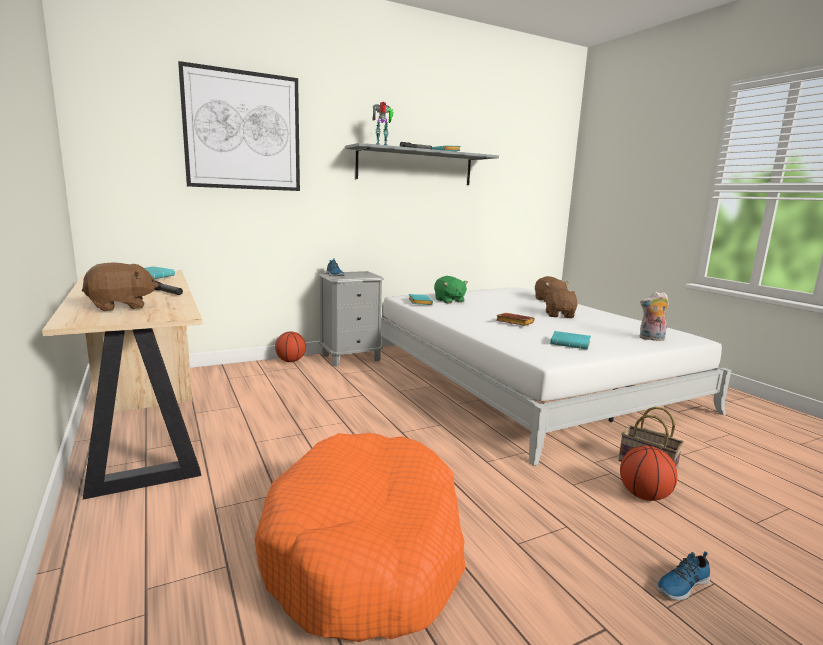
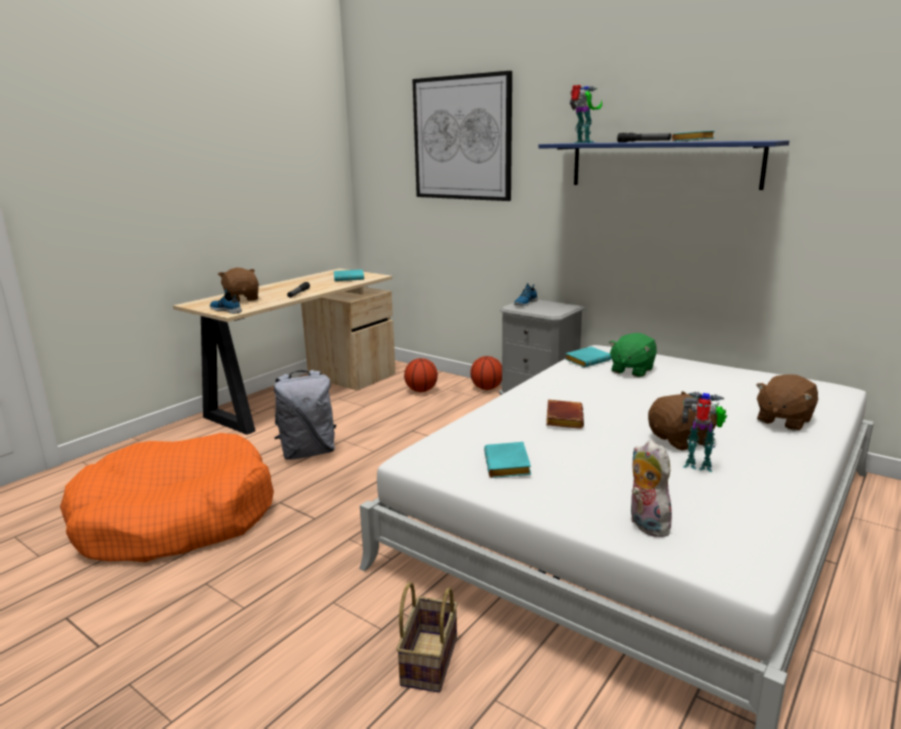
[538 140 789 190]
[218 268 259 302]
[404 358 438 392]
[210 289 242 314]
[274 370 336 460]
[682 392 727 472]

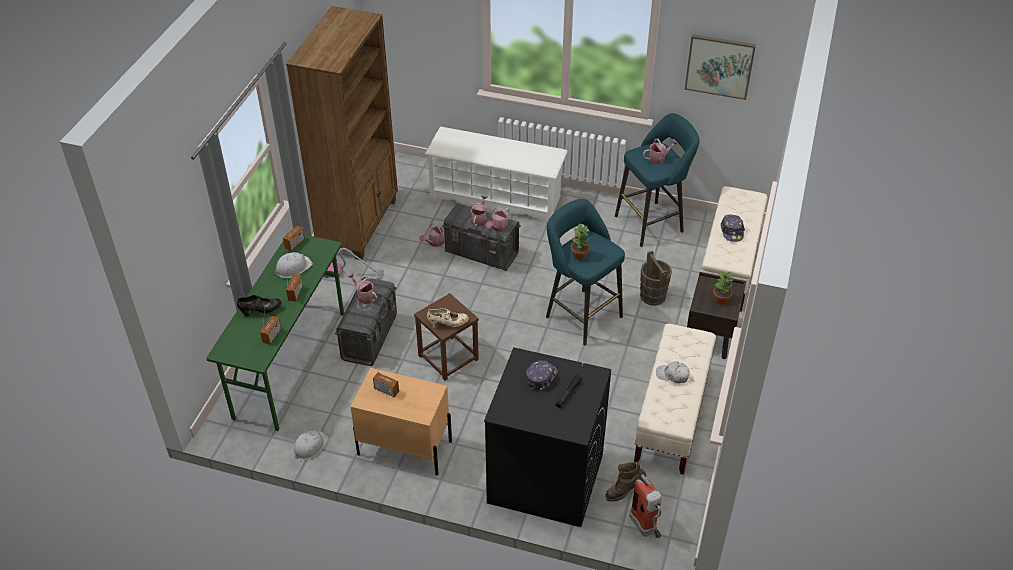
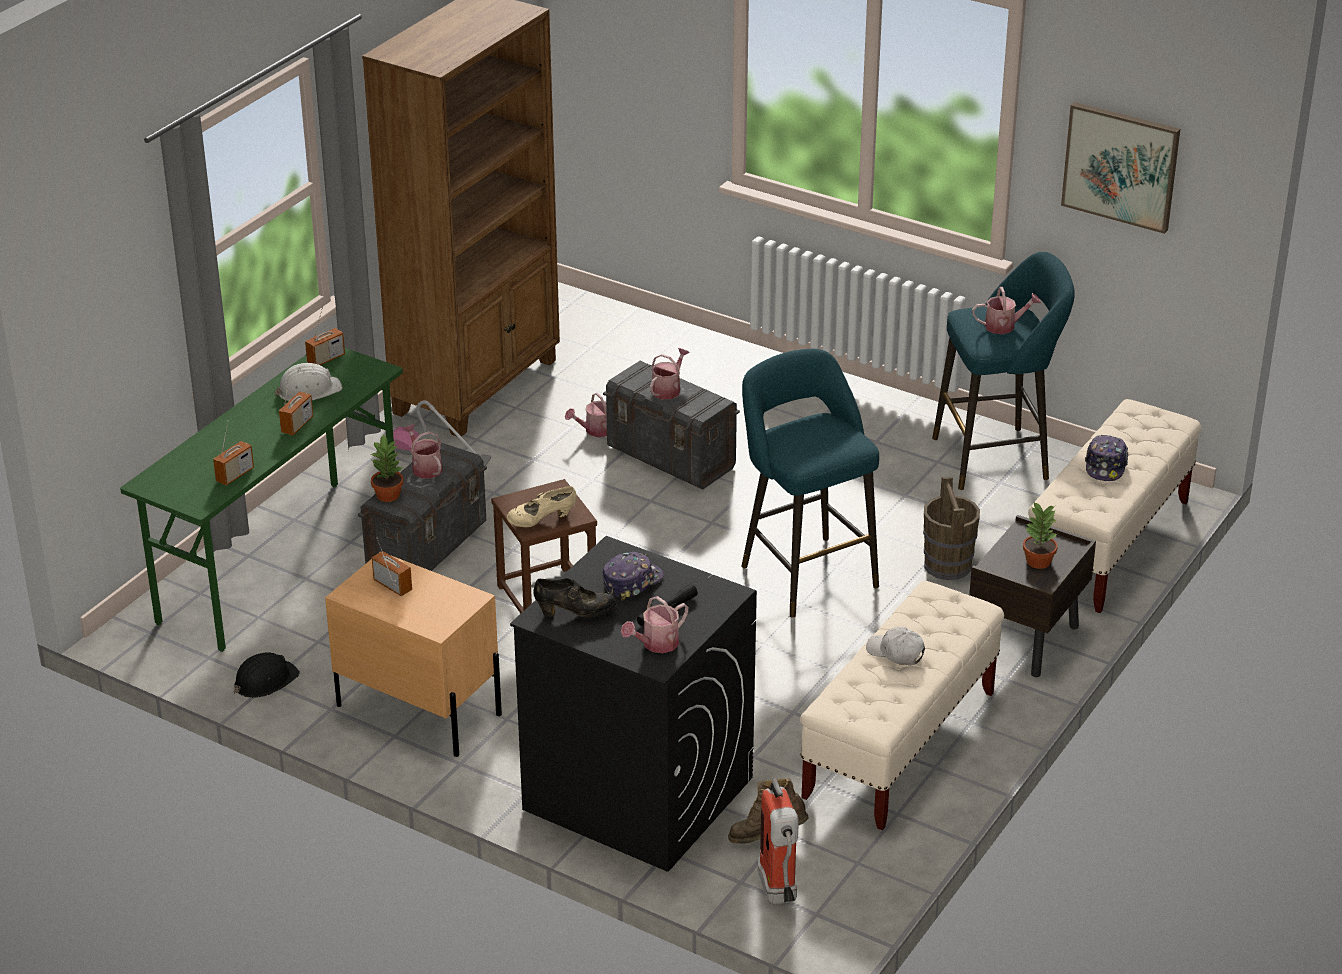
[425 127 568 223] (first image)
[621 596 689 653]
[370 434 404 502]
[533 578 617 617]
[507 486 577 527]
[234 652 300 698]

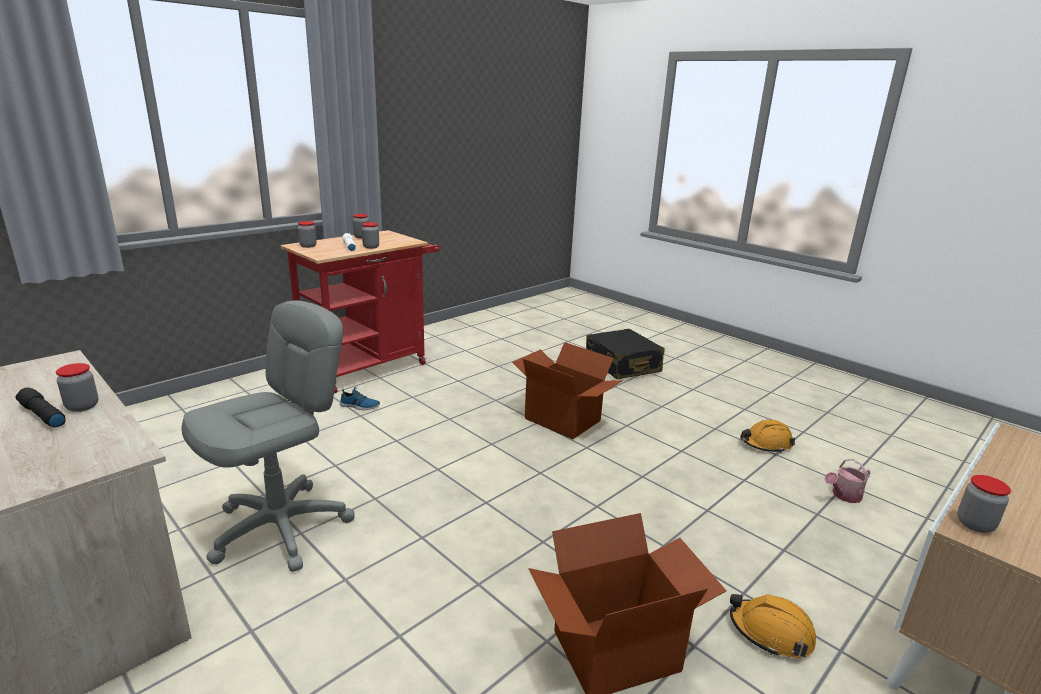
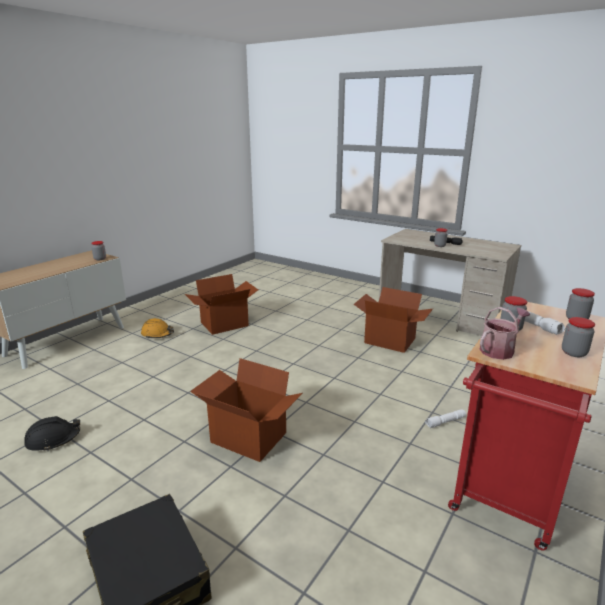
[354 287 433 353]
[425 409 466 428]
[24 416 80 451]
[480 307 530 360]

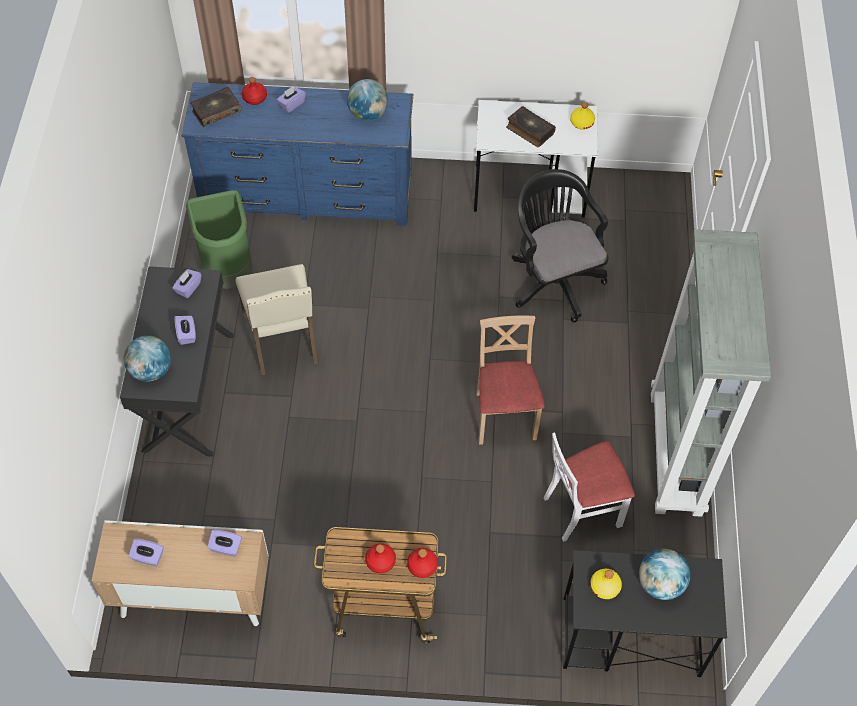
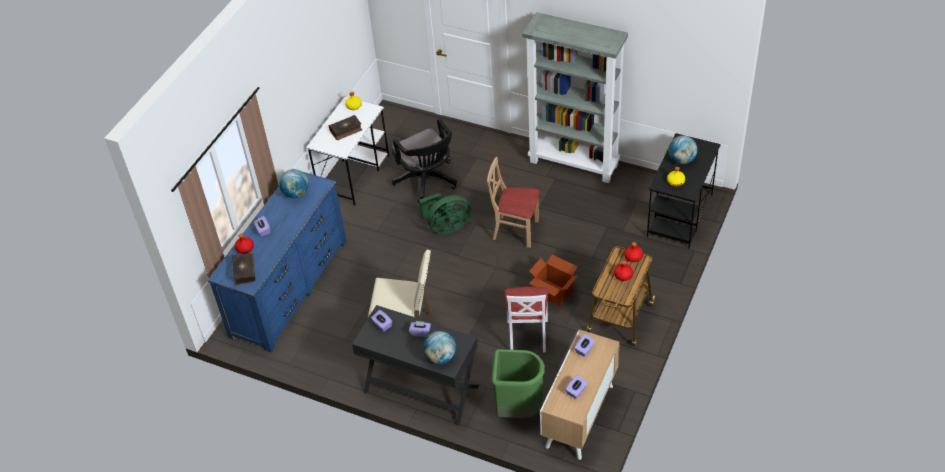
[392 119 457 203]
[491 349 545 418]
[504 287 548 353]
[419 193 471 234]
[529 255 578 307]

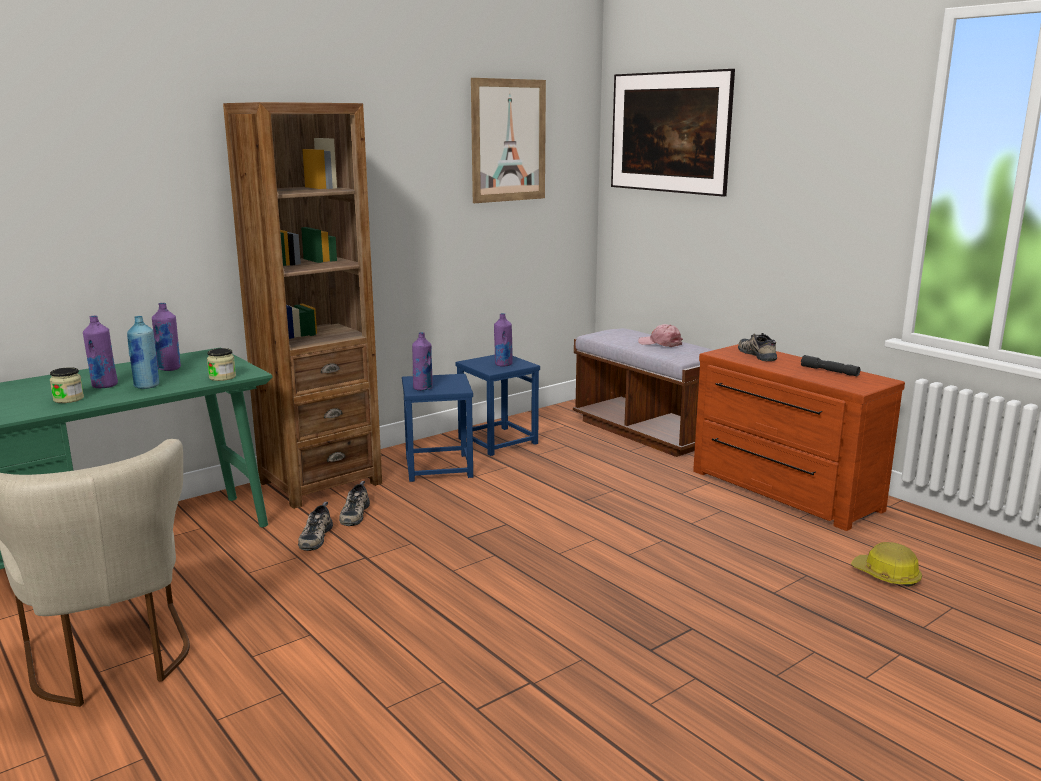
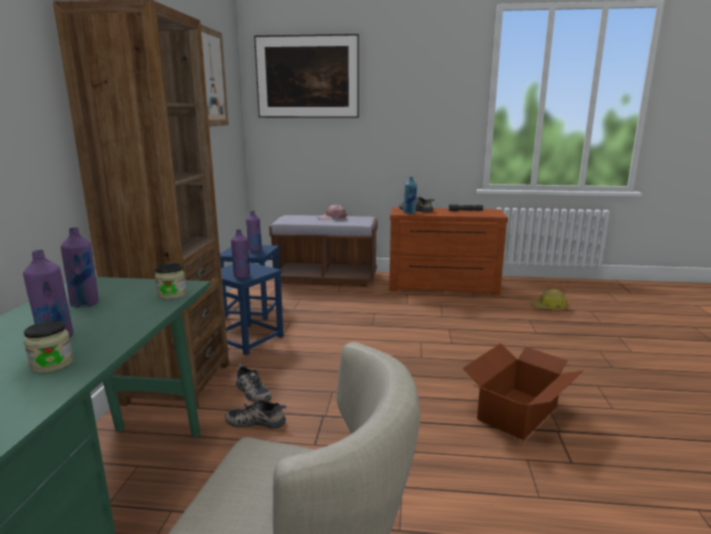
[404 177 417 214]
[225 400 287 429]
[462 343 584 440]

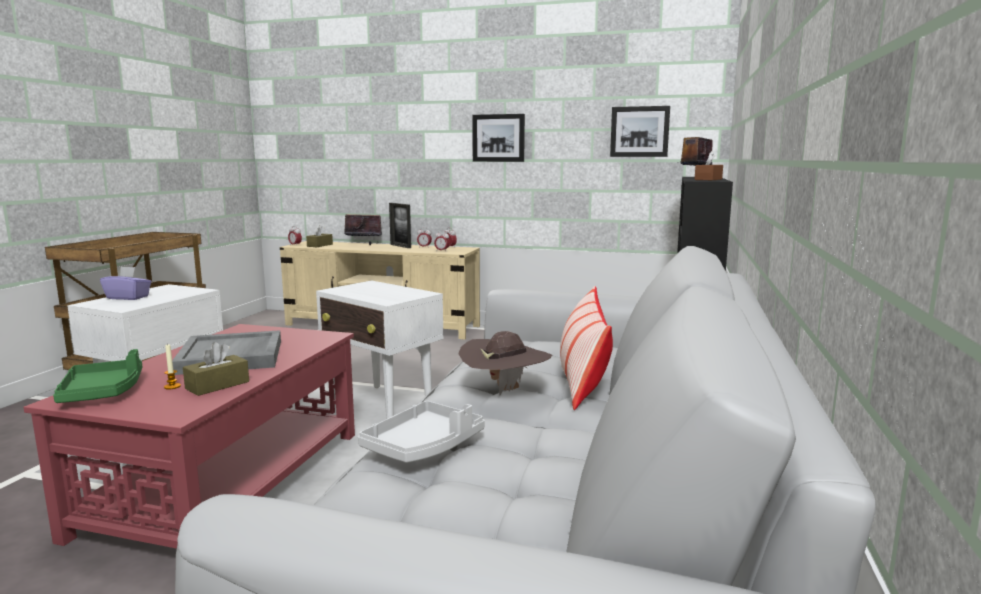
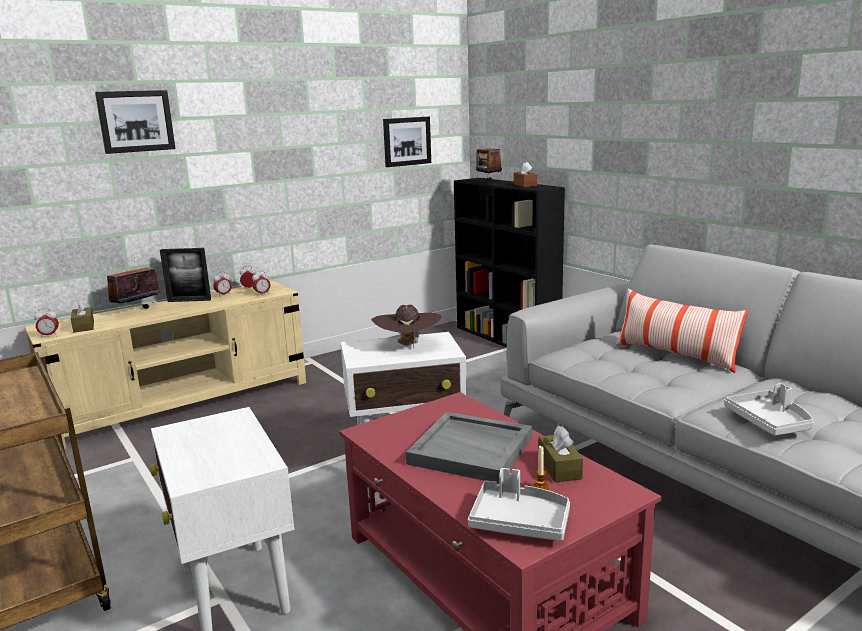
[95 90 175 154]
[100 267 152 300] (first image)
[371 304 442 349]
[468 468 570 541]

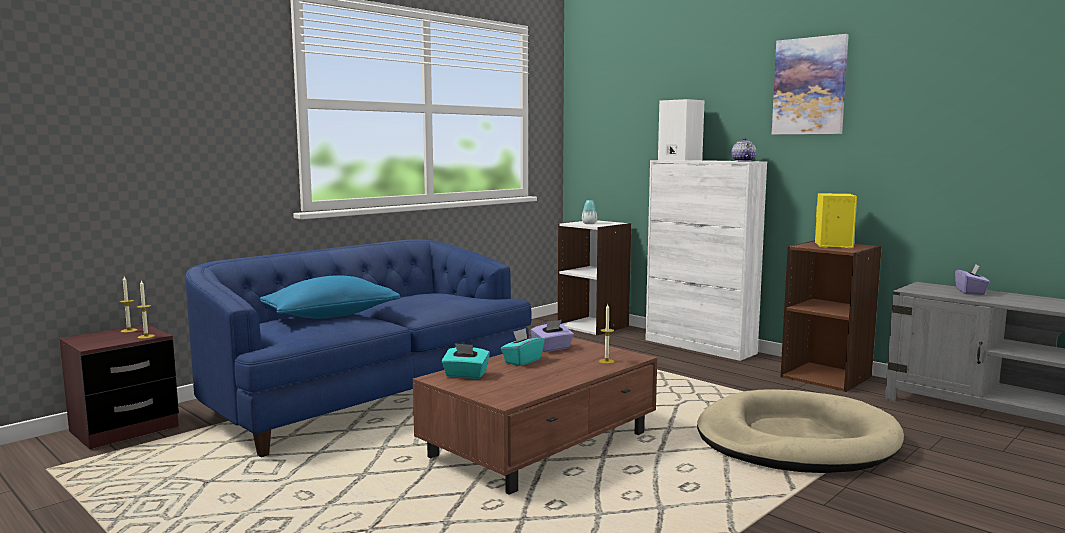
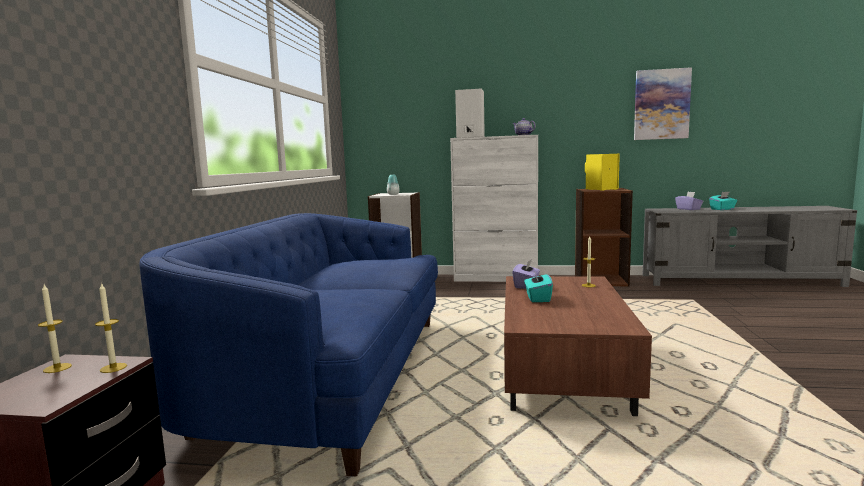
[634 67 692 140]
[260 275 400 319] (first image)
[709 191 737 210]
[697 389 904 473] (first image)

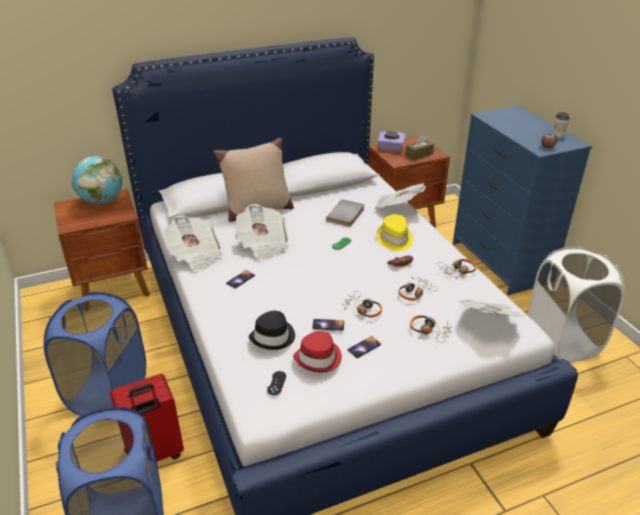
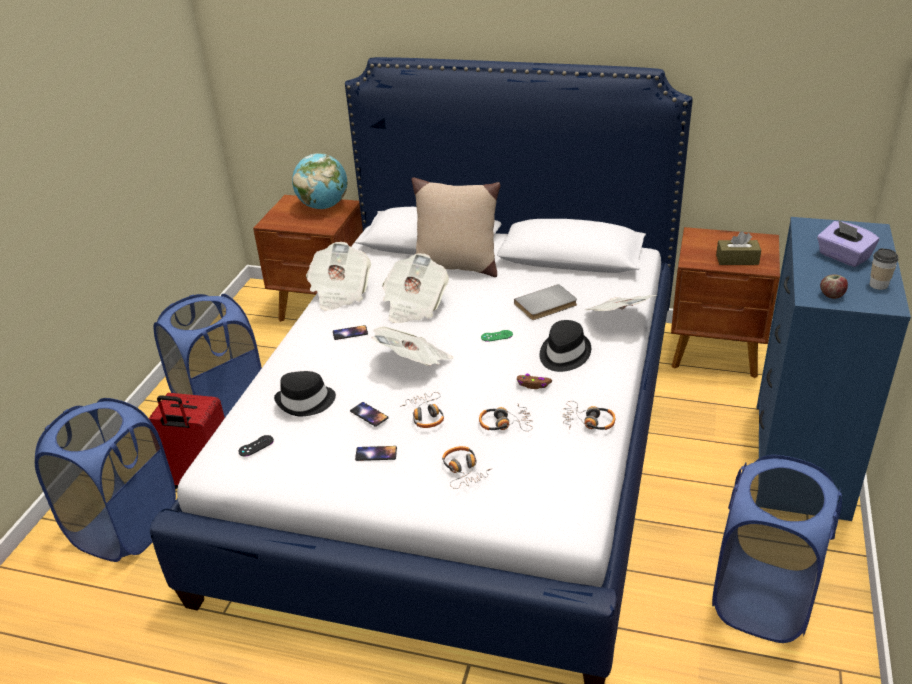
[817 221 879 267]
[540 320 591 372]
[712 455 842 643]
[372 327 453 366]
[293 331 342 373] (first image)

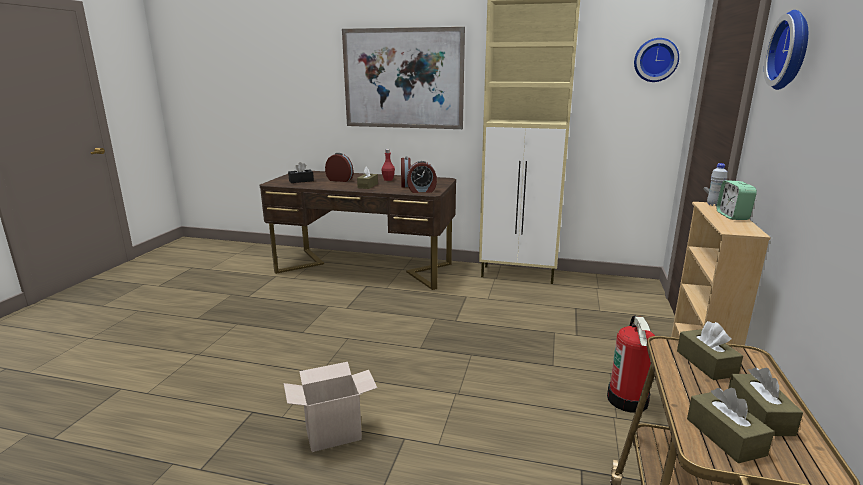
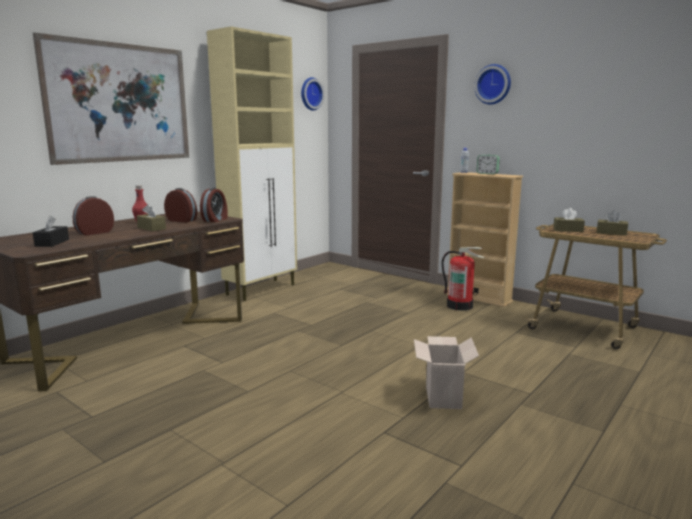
[687 388 774 463] (first image)

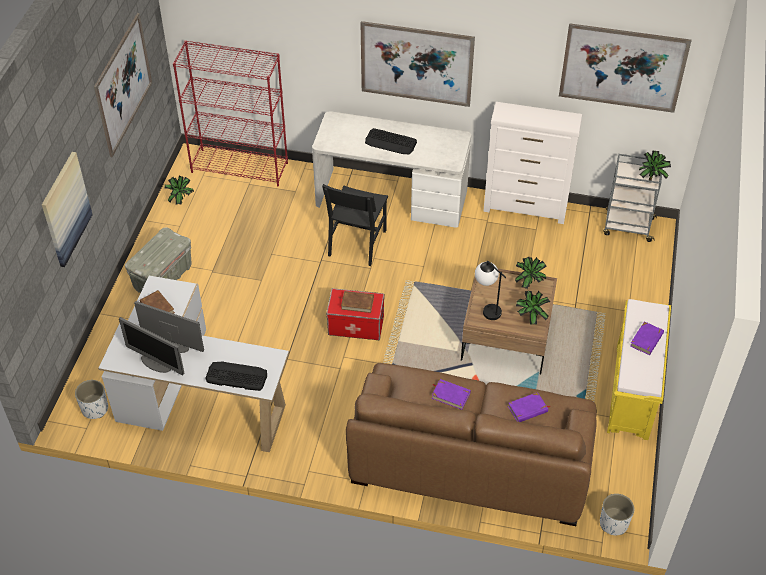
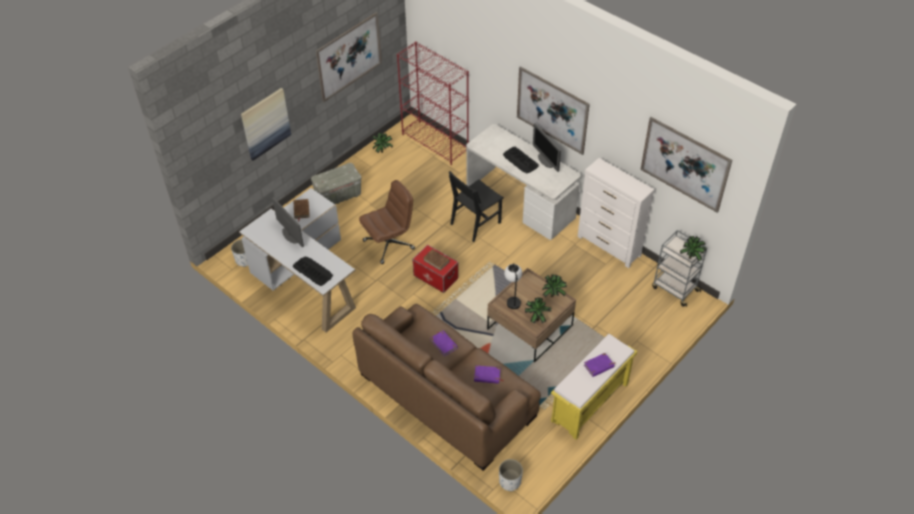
[533 123 561 172]
[359 180 415 264]

